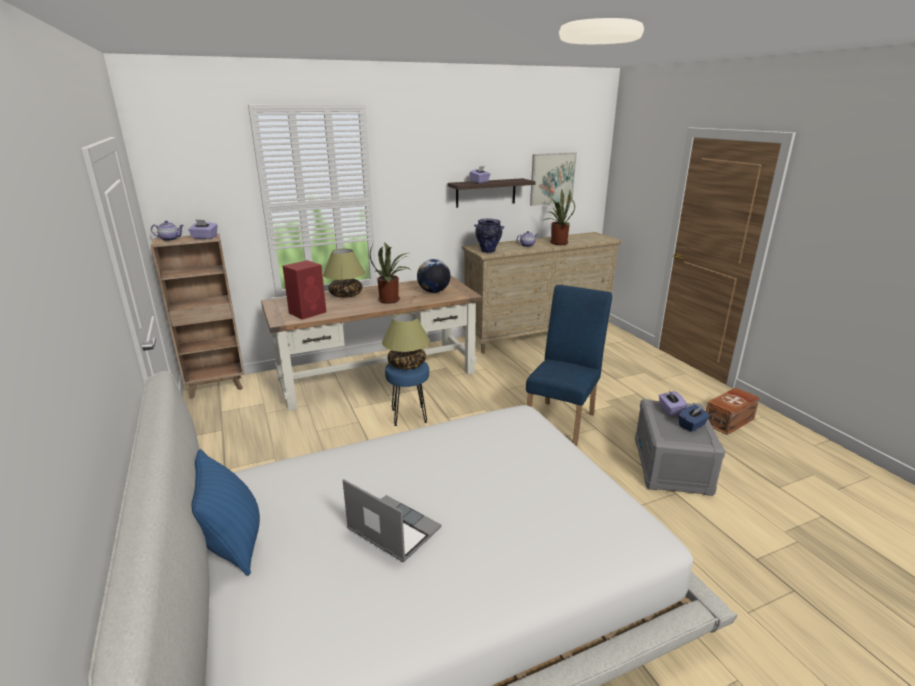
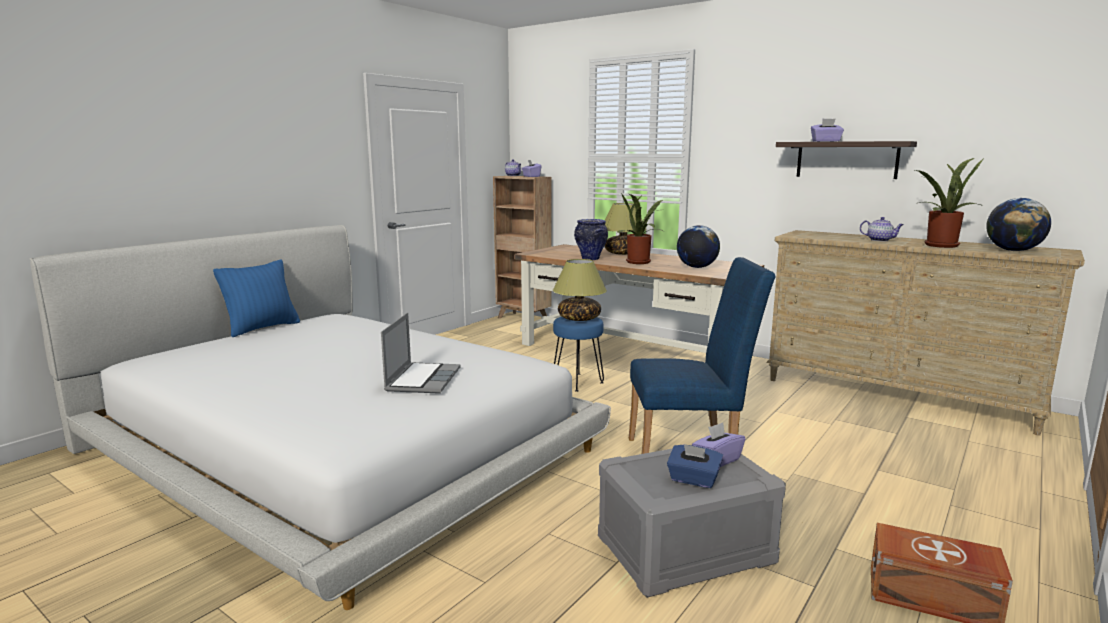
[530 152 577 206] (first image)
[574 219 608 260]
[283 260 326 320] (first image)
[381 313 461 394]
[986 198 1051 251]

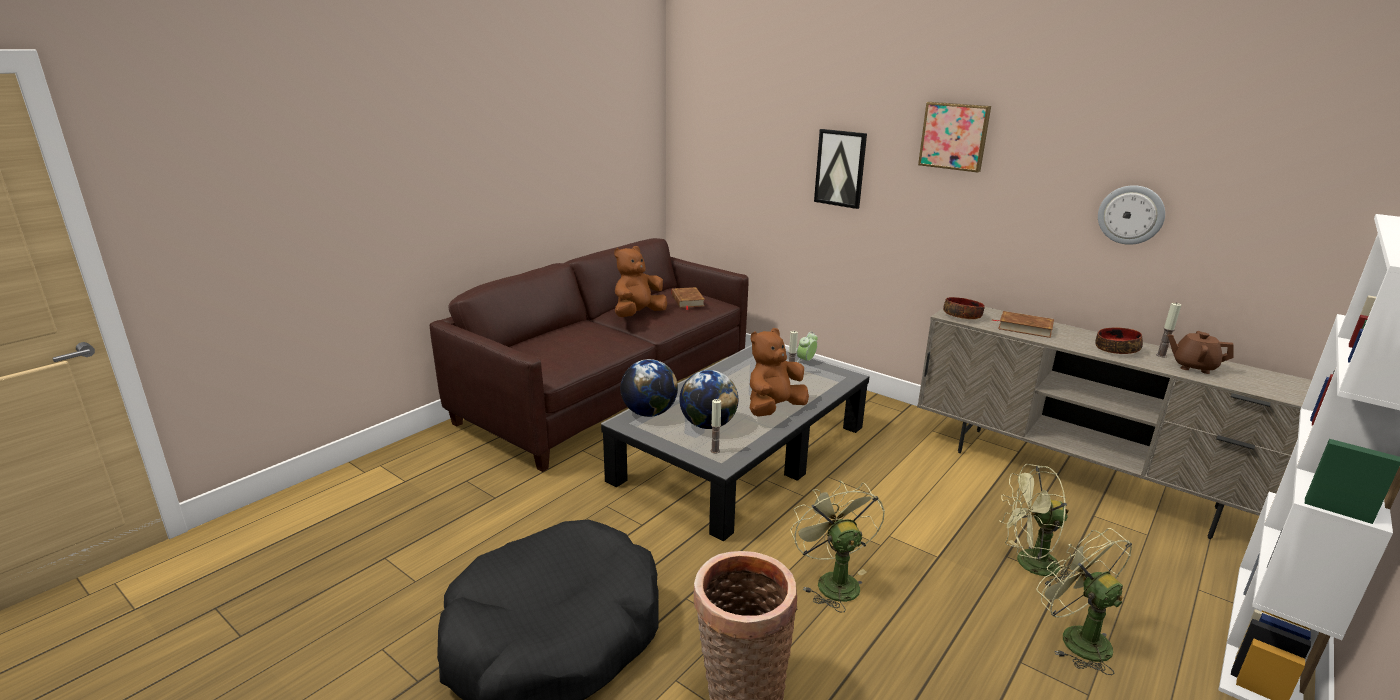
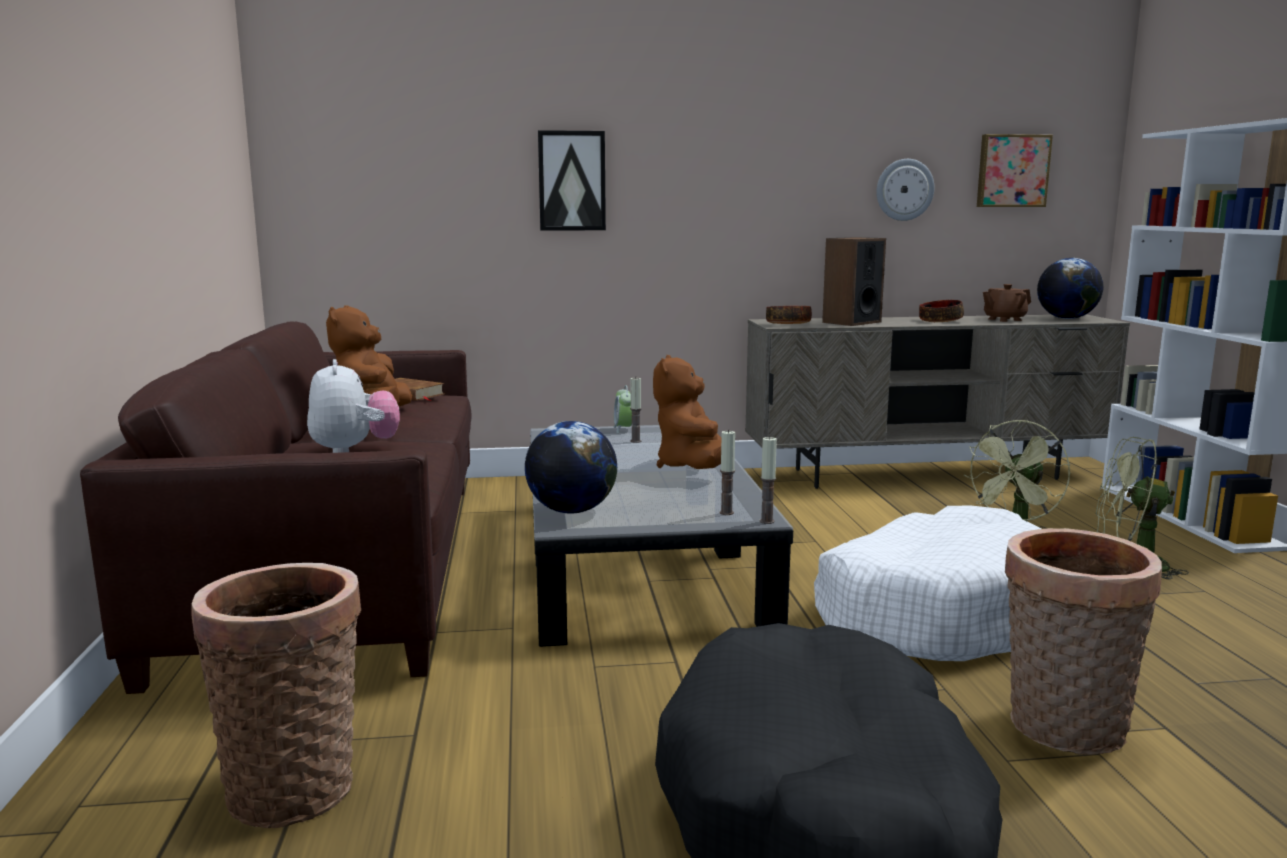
[977 134 1053 207]
[760 436 777 524]
[822 237 886 326]
[1037 258 1104 319]
[814 505 1042 661]
[307 359 400 453]
[191 563 361 828]

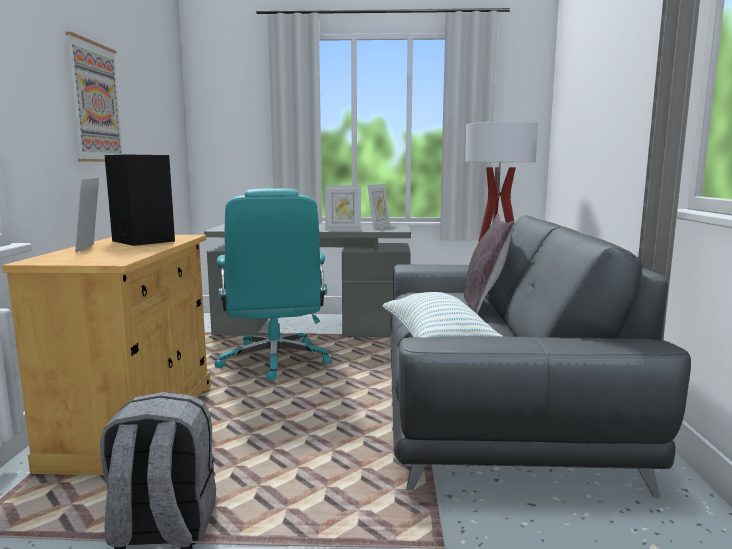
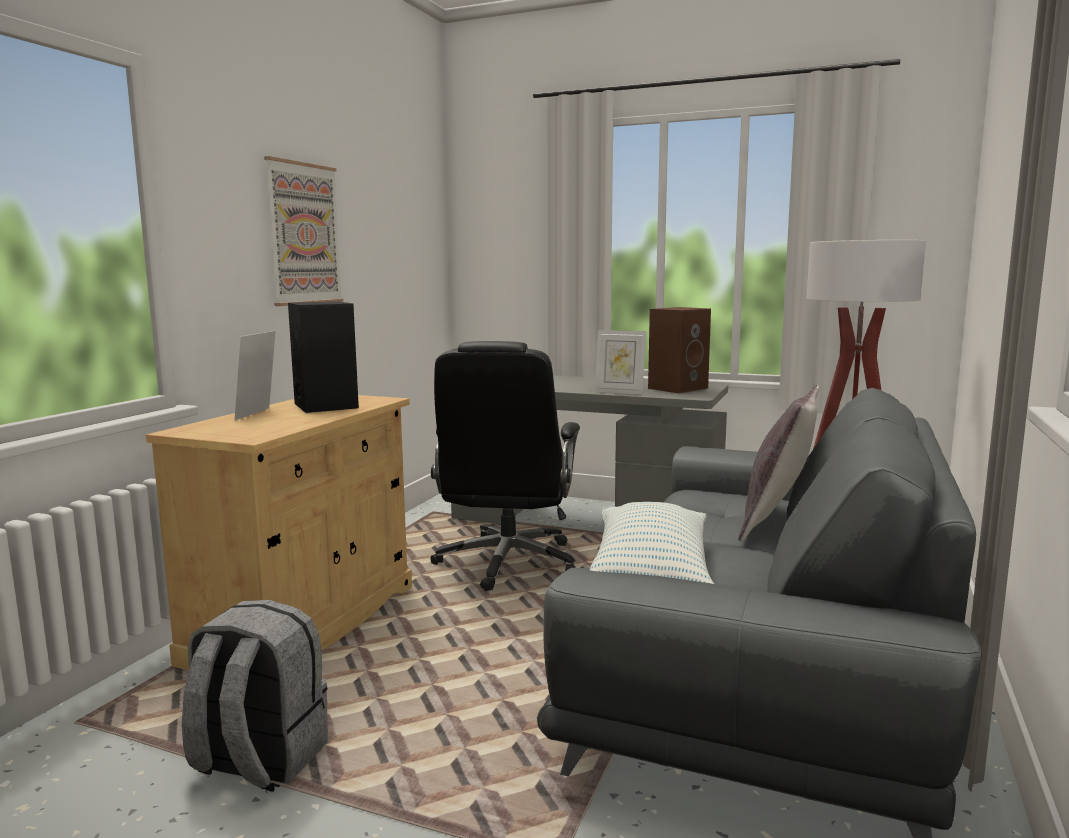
[648 307 711 393]
[431 341 580 591]

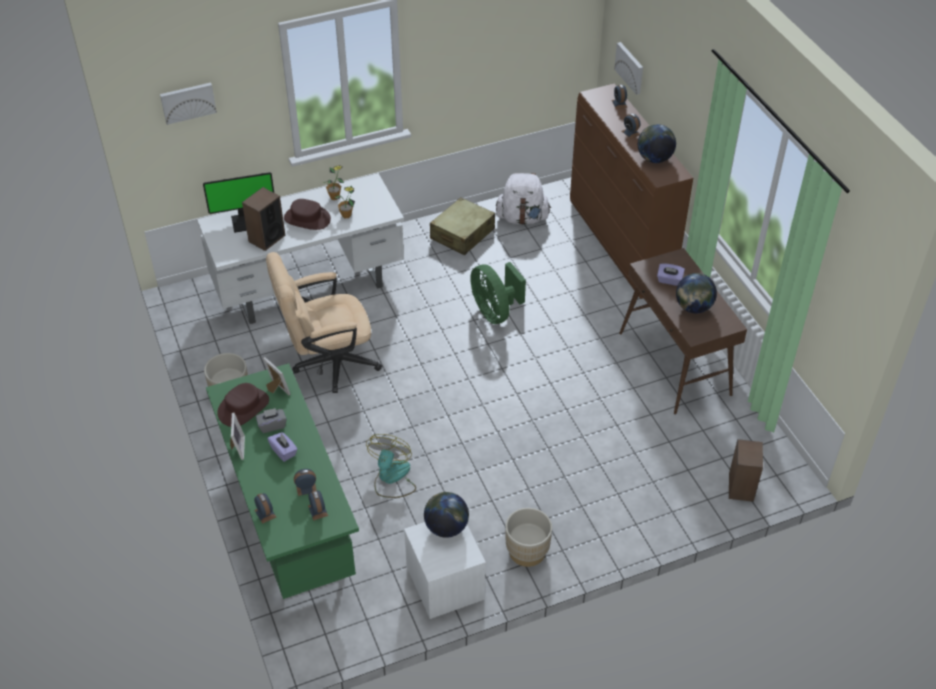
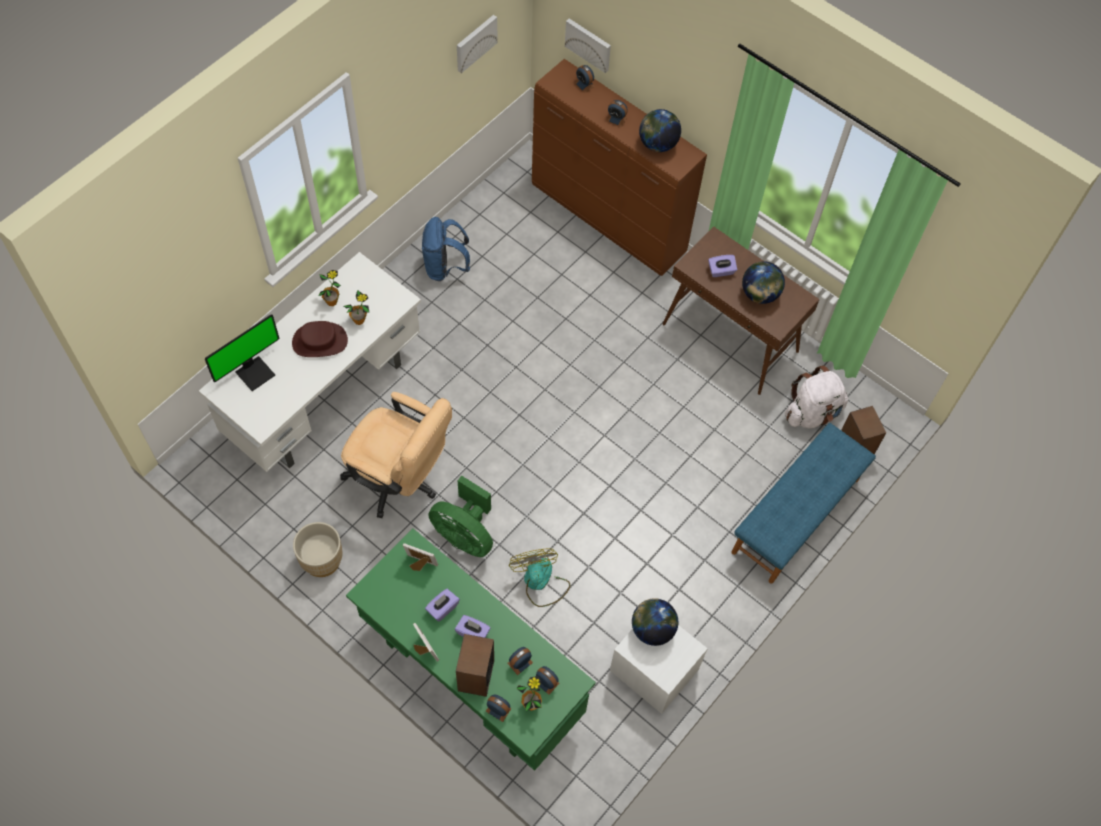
[457 15 497 73]
[785 365 848 428]
[456 634 494 697]
[422 217 470 281]
[340 392 452 518]
[428 475 493 557]
[217 383 269 427] (first image)
[425 589 460 622]
[505 508 552 567] (first image)
[731 423 876 584]
[516 676 542 711]

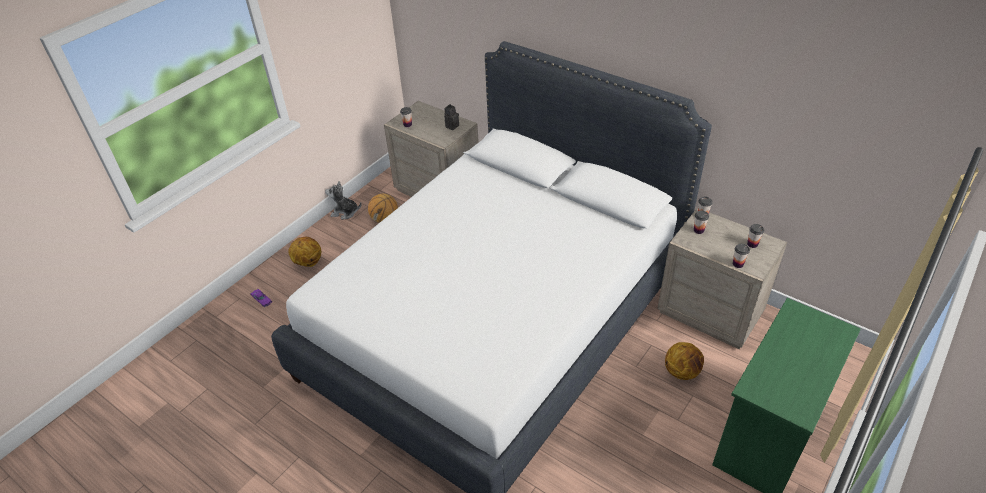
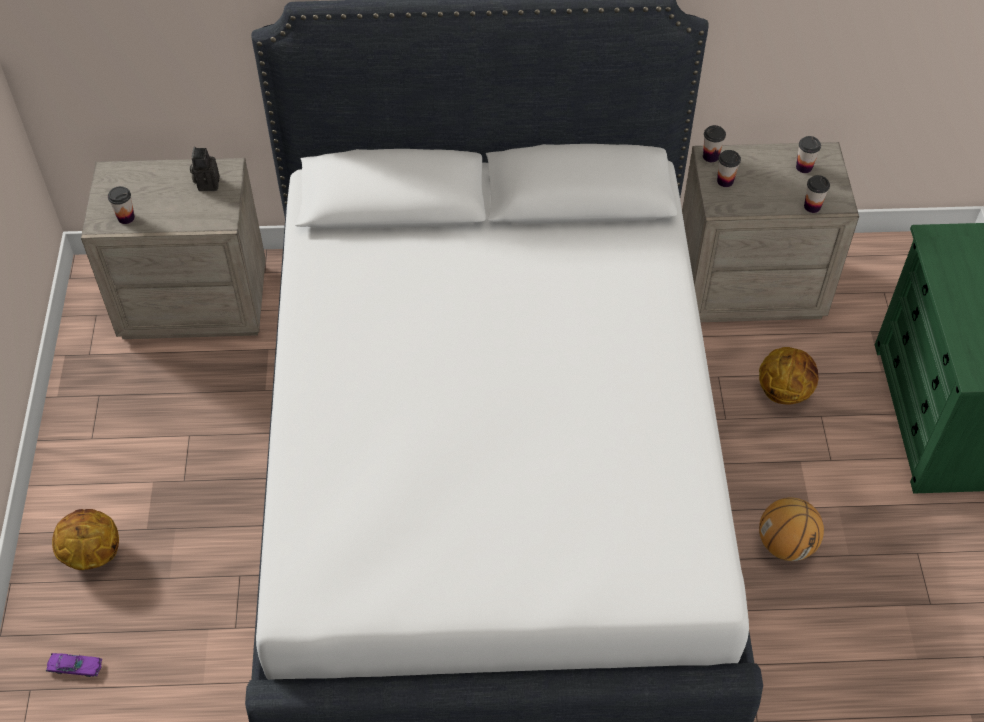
[325 181 361 220] (first image)
[759 498 824 561]

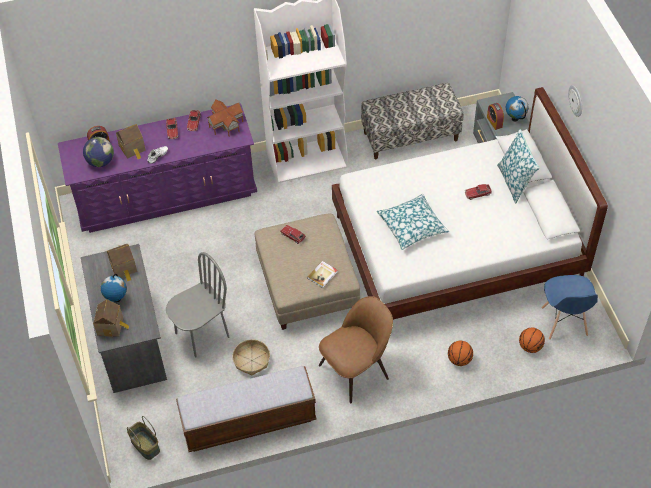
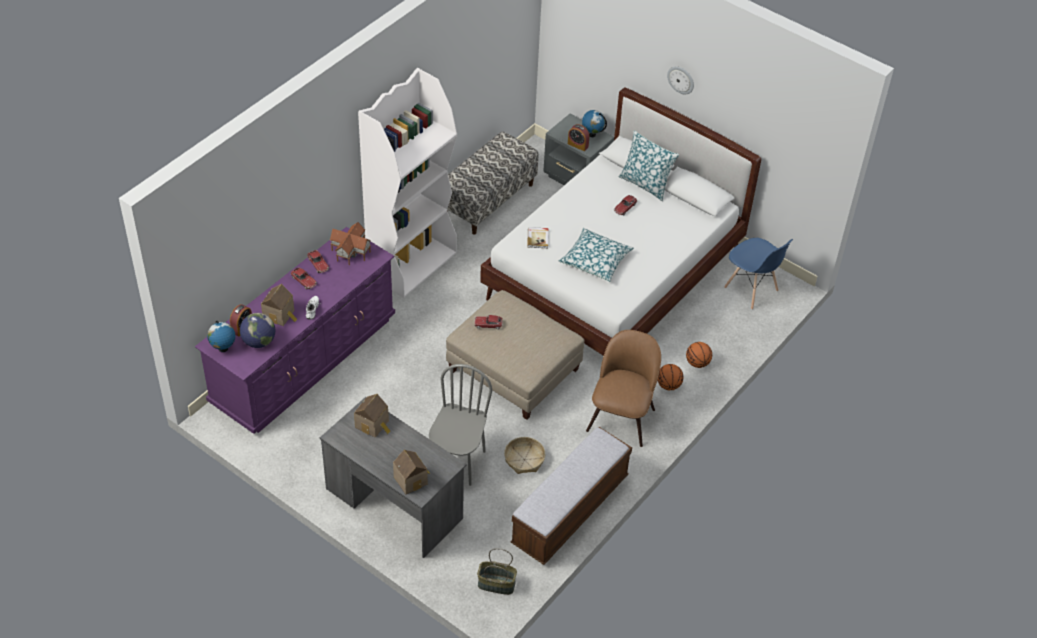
[527 227 548 248]
[207 320 235 352]
[657 364 684 390]

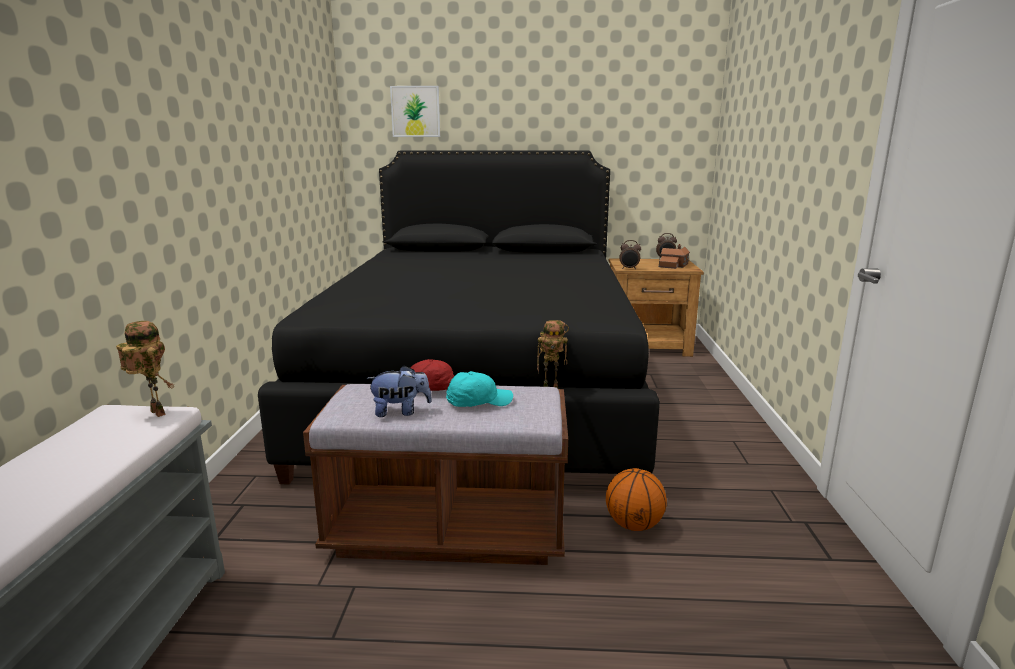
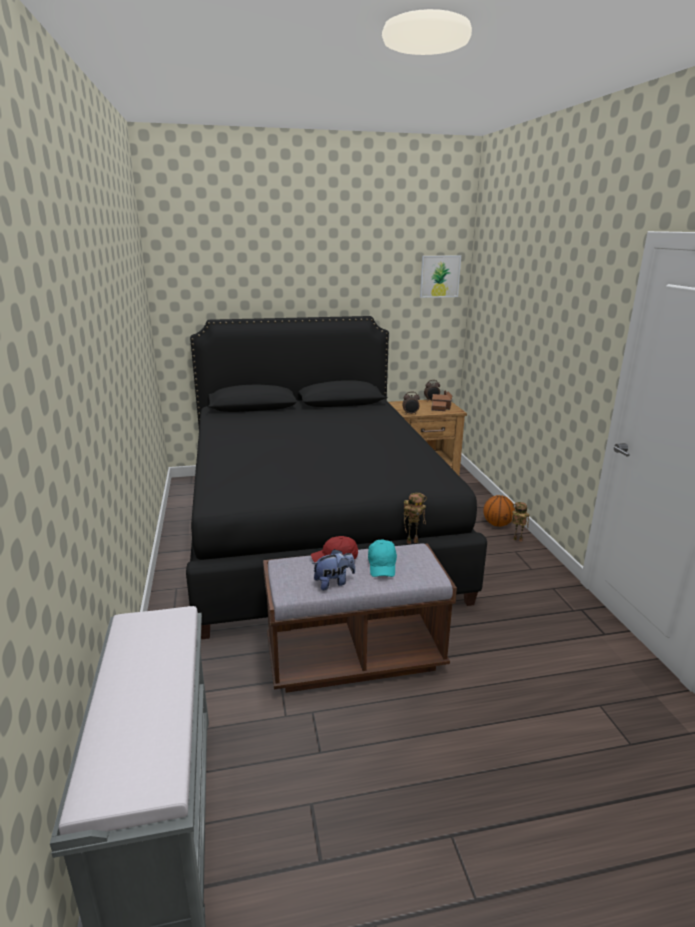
[420 255 461 298]
[511 502 530 542]
[368 539 397 577]
[483 495 515 527]

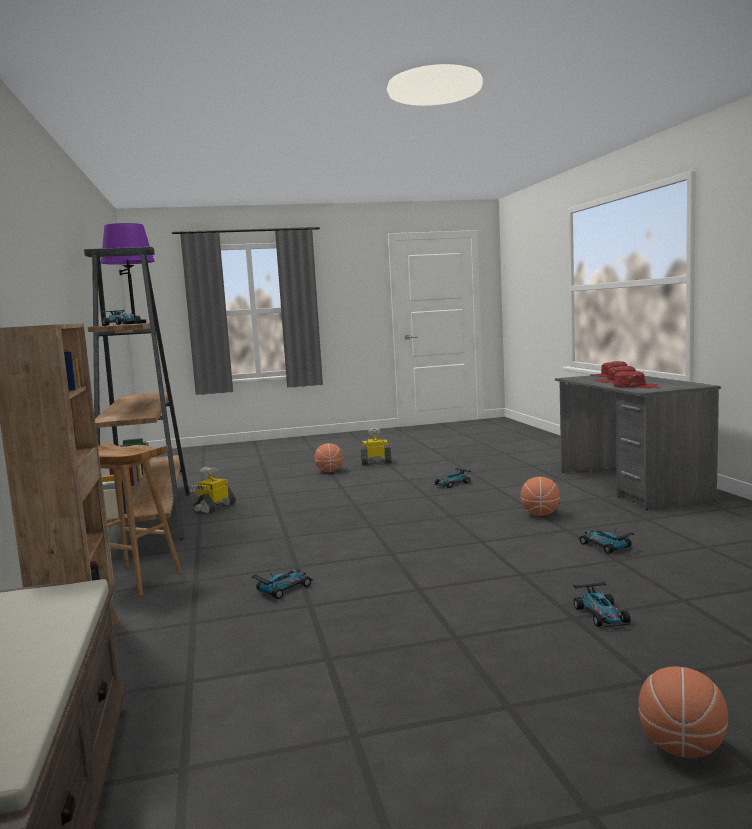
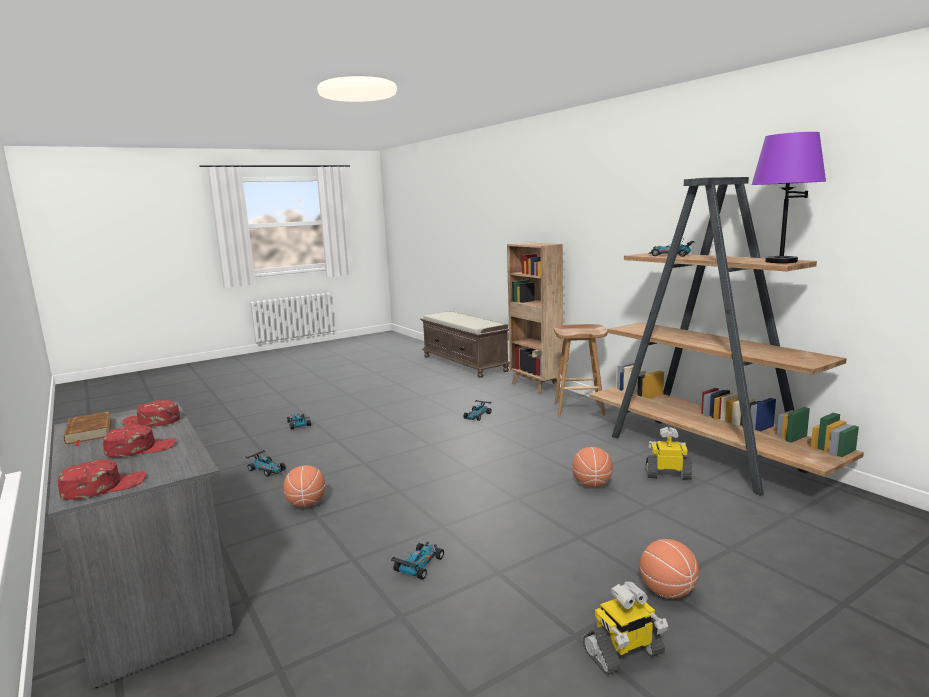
[646 427 692 480]
[572 447 613 487]
[64 411 111 447]

